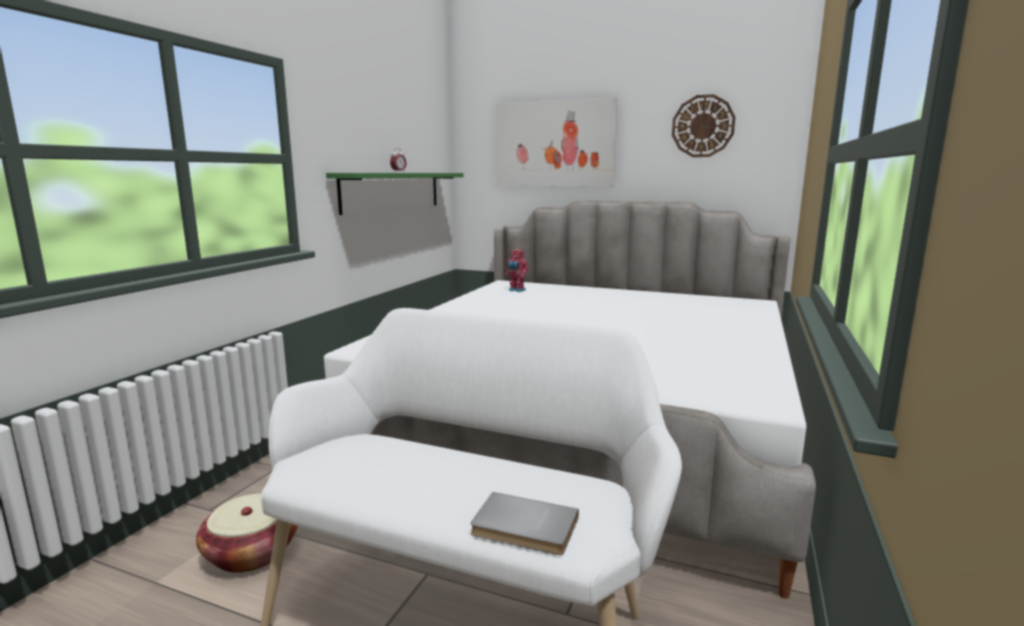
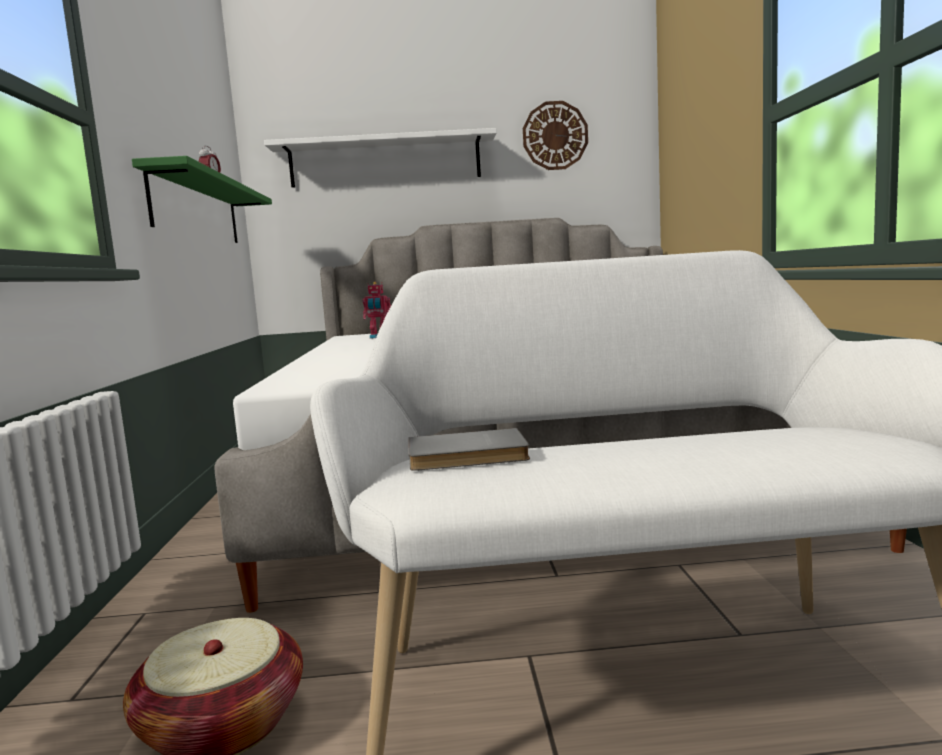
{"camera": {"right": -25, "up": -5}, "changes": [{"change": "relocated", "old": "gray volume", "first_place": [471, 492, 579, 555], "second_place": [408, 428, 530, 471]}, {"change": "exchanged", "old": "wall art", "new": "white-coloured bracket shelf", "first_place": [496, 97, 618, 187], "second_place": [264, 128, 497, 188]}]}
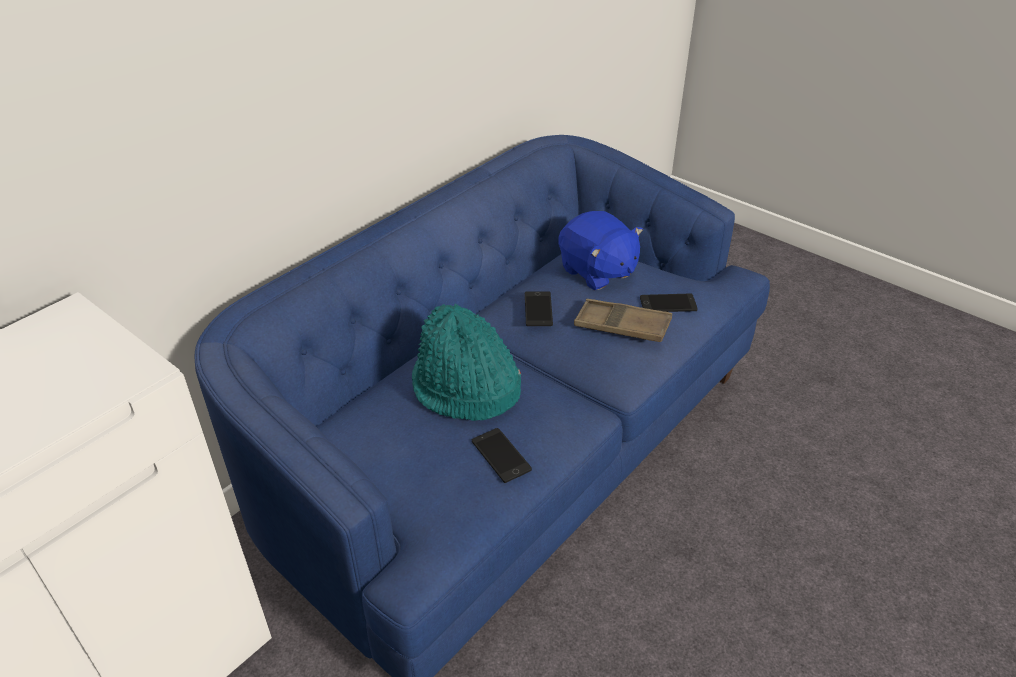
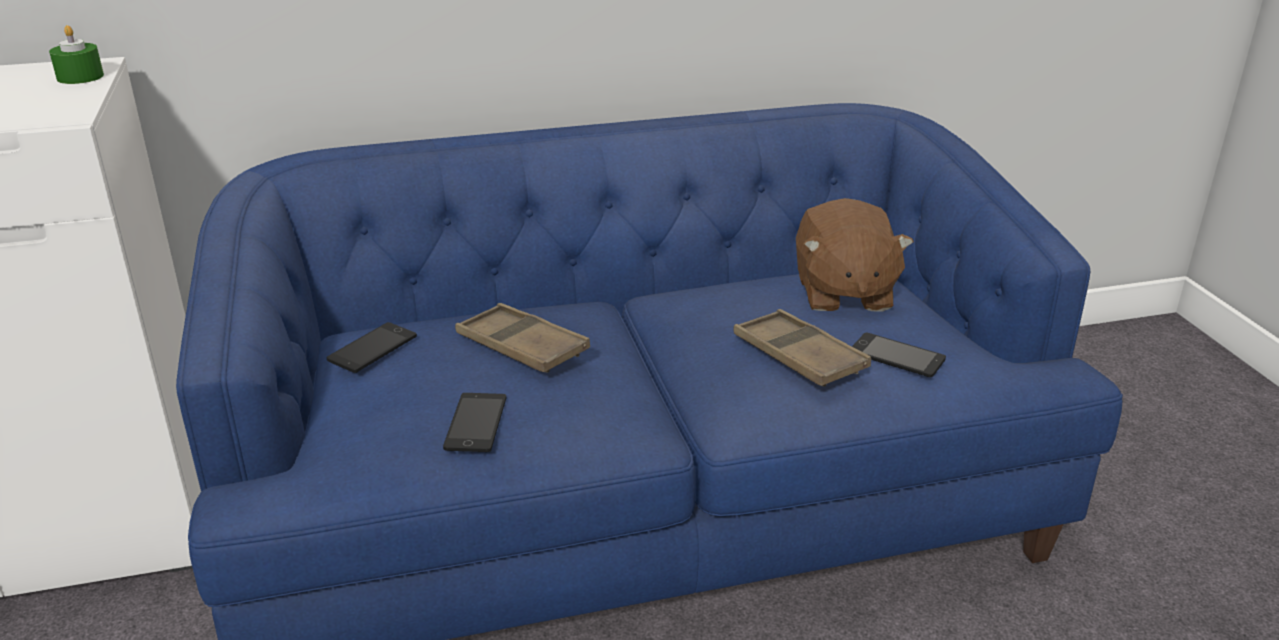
{"camera": {"right": 35, "up": -10}, "changes": [{"change": "appeared", "new": "green wax light", "second_place": [49, 25, 104, 84]}, {"change": "relocated", "old": "handset", "first_place": [525, 291, 553, 326], "second_place": [327, 322, 417, 373]}, {"change": "exchanged", "old": "turquoise hat", "new": "brown tray", "first_place": [412, 304, 521, 421], "second_place": [455, 303, 590, 373]}, {"change": "colour", "old": "blue-coloured plush toy", "new": "brown plush toy", "first_place": [559, 211, 643, 290], "second_place": [796, 198, 914, 312]}]}
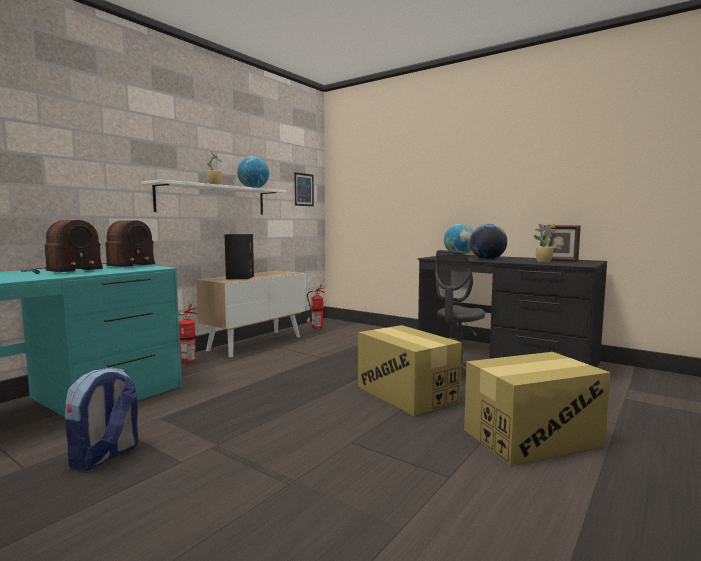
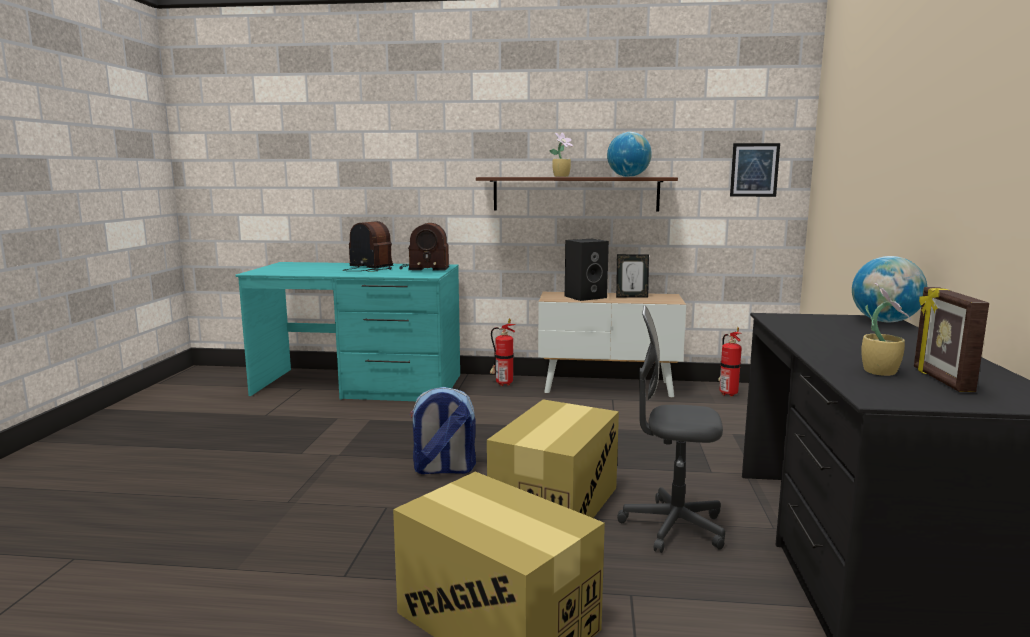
{"camera": {"right": 60, "up": 5}, "changes": [{"change": "missing", "old": "globe", "first_place": [470, 224, 507, 260]}, {"change": "appeared", "new": "picture frame", "second_place": [616, 254, 649, 298]}, {"change": "relocated", "old": "rucksack", "first_place": [65, 368, 138, 470], "second_place": [410, 387, 476, 474]}, {"change": "colour", "old": "white-coloured bracket shelf", "new": "brown bracket shelf", "first_place": [142, 179, 286, 215], "second_place": [476, 177, 678, 212]}, {"change": "spun", "old": "radio set", "first_place": [21, 220, 103, 274], "second_place": [343, 221, 394, 272], "degrees": -150}]}
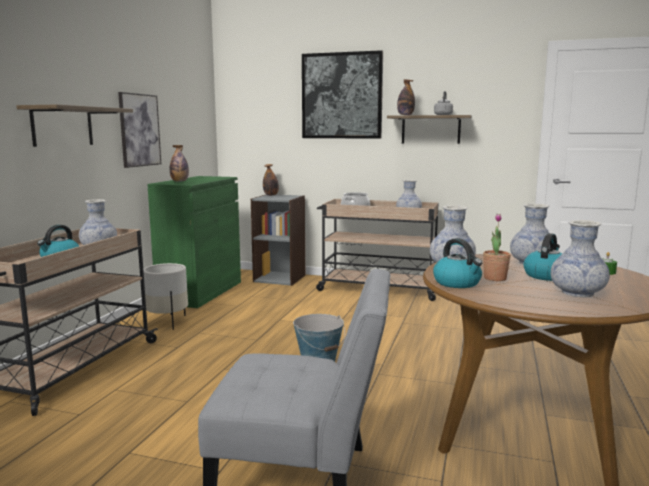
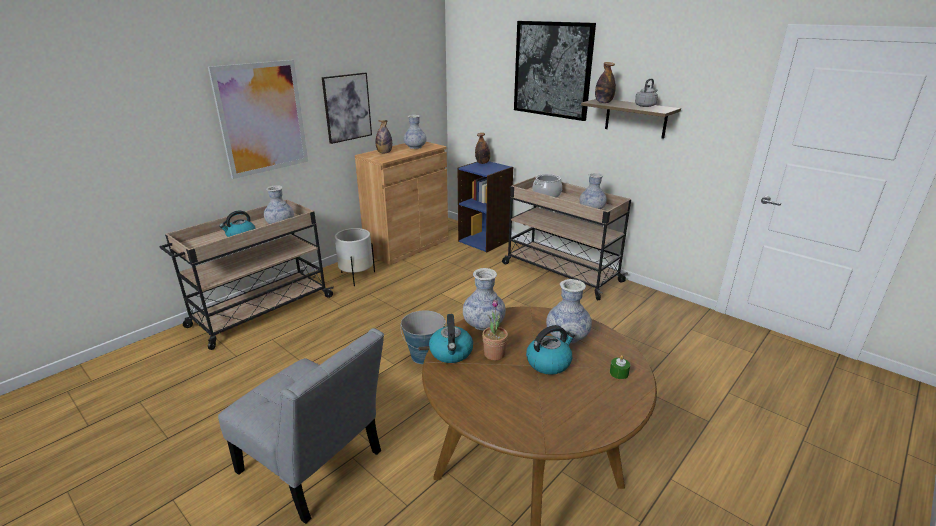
{"camera": {"right": 25, "up": 15}, "changes": [{"change": "relocated", "old": "decorative vase", "first_place": [551, 220, 610, 297], "second_place": [404, 115, 427, 149]}, {"change": "exchanged", "old": "bracket shelf", "new": "wall art", "first_place": [17, 105, 133, 147], "second_place": [208, 60, 308, 179]}, {"change": "colour", "old": "green cupboard", "new": "brown cupboard", "first_place": [147, 176, 241, 308], "second_place": [355, 142, 448, 265]}, {"change": "colour", "old": "gray bookshelf", "new": "blue-coloured bookshelf", "first_place": [251, 195, 305, 286], "second_place": [458, 161, 513, 252]}]}
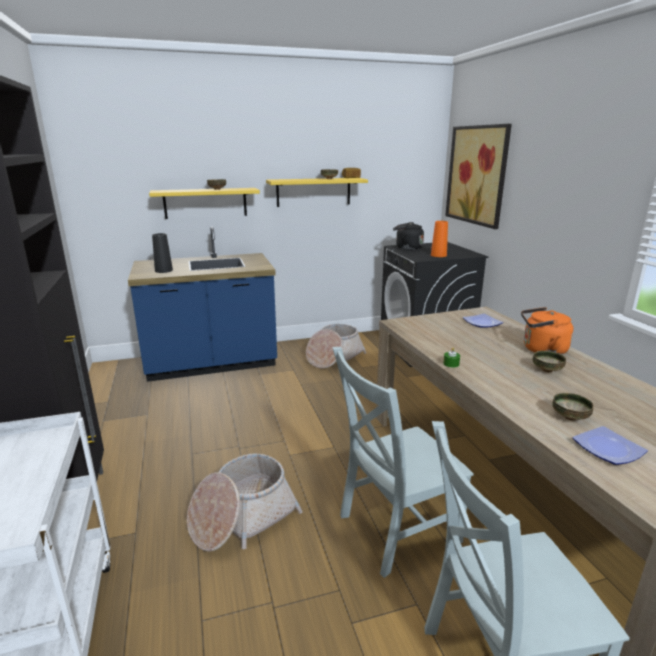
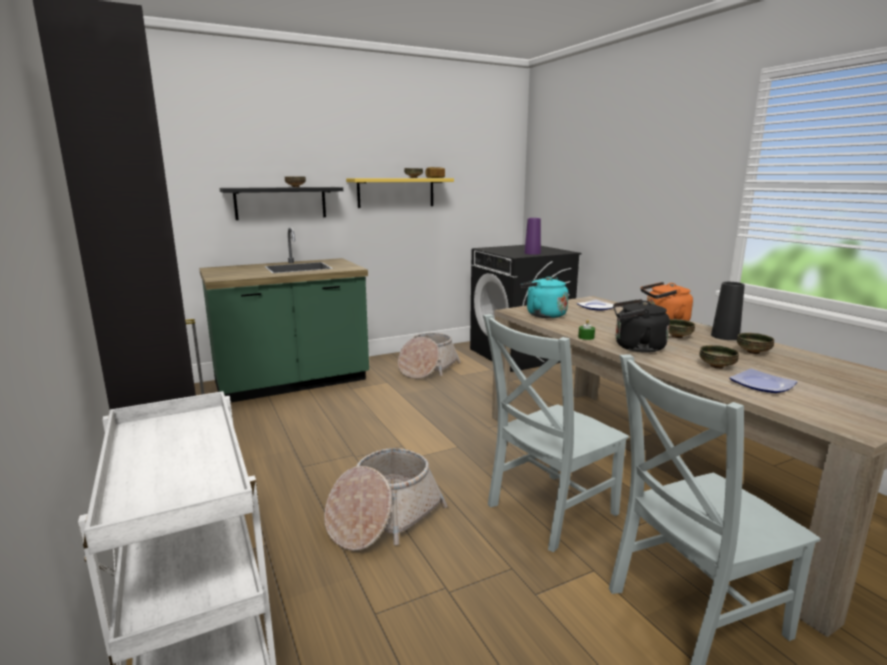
{"camera": {"right": -10, "up": -5}, "changes": [{"change": "missing", "old": "wall art", "first_place": [445, 124, 512, 229]}, {"change": "appeared", "new": "turquoise kettle", "second_place": [520, 277, 568, 318]}, {"change": "appeared", "new": "deep dish", "second_place": [737, 333, 774, 354]}, {"change": "relocated", "old": "black-coloured decorative vase", "first_place": [152, 233, 173, 273], "second_place": [711, 282, 745, 340]}, {"change": "relocated", "old": "black-coloured kettle", "first_place": [393, 222, 424, 250], "second_place": [613, 299, 670, 353]}, {"change": "colour", "old": "blue-coloured kitchen base unit", "new": "green kitchen base unit", "first_place": [128, 226, 277, 382], "second_place": [199, 227, 369, 403]}, {"change": "colour", "old": "yellow-coloured bracket shelf", "new": "black-coloured bracket shelf", "first_place": [149, 188, 260, 219], "second_place": [220, 187, 343, 220]}, {"change": "colour", "old": "orange decorative vase", "new": "purple-coloured decorative vase", "first_place": [431, 221, 448, 257], "second_place": [524, 218, 541, 255]}]}
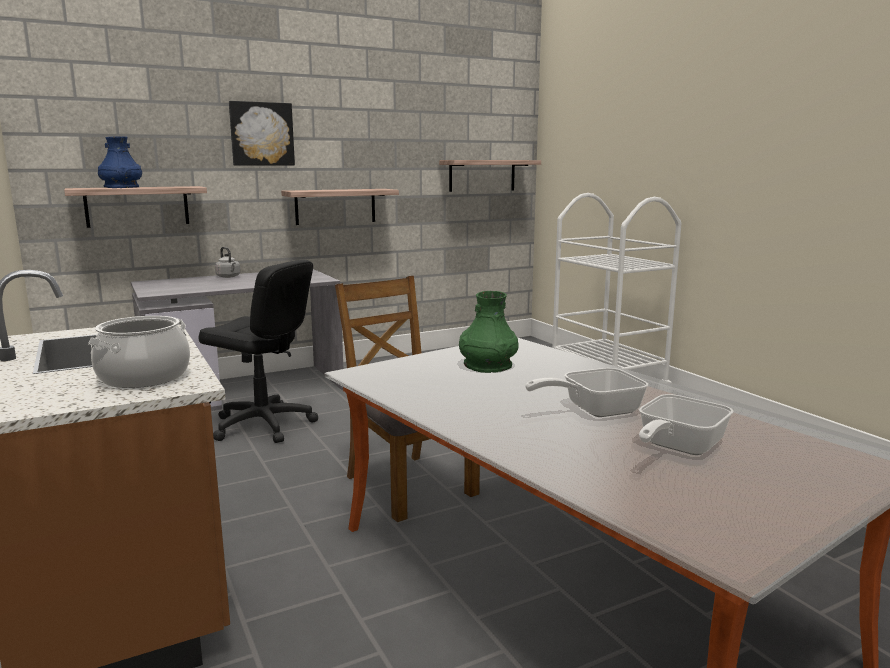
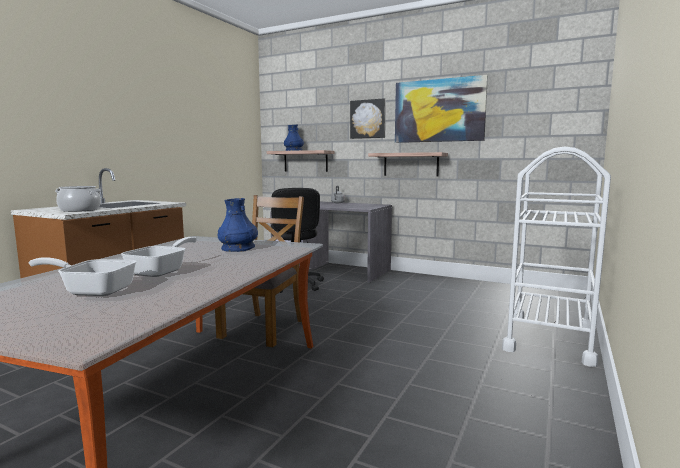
{"camera": {"right": 55, "up": -5}, "changes": [{"change": "missing", "old": "bracket shelf", "first_place": [439, 160, 541, 192]}, {"change": "appeared", "new": "wall art", "second_place": [395, 75, 488, 143]}, {"change": "colour", "old": "green decorative vase", "new": "blue-coloured decorative vase", "first_place": [459, 291, 519, 373], "second_place": [218, 198, 258, 252]}, {"change": "spun", "old": "frying pan", "first_place": [525, 368, 648, 417], "second_place": [121, 237, 197, 277], "degrees": 75}]}
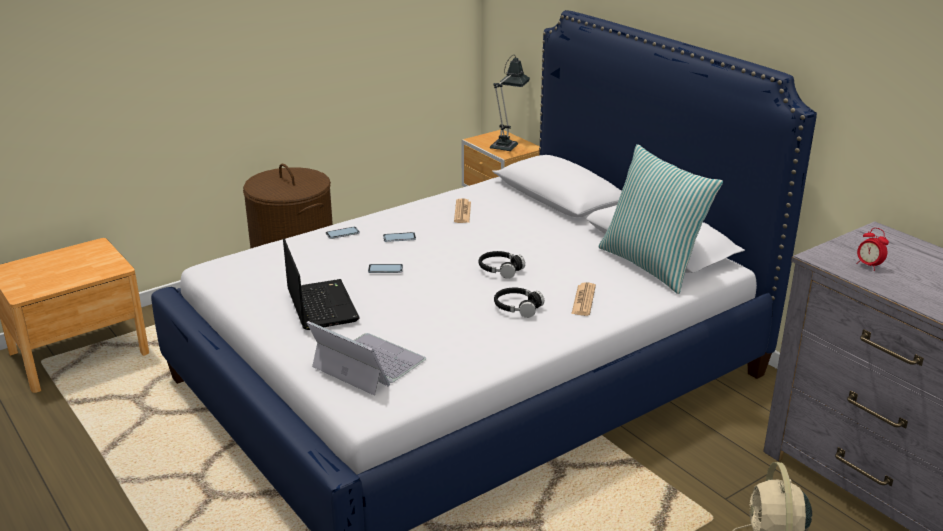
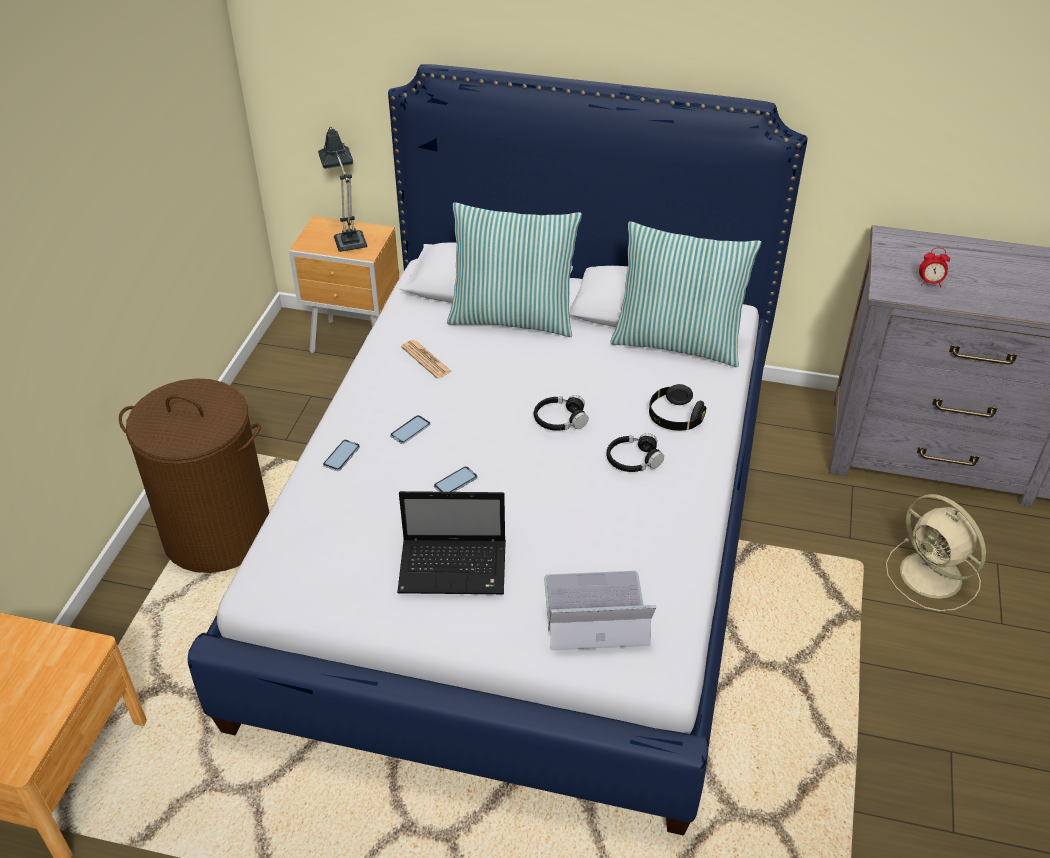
{"camera": {"right": -40, "up": 15}, "changes": [{"change": "appeared", "new": "throw pillow", "second_place": [447, 202, 582, 337]}, {"change": "exchanged", "old": "newspaper", "new": "black-coloured pair of headphones", "first_place": [571, 282, 596, 316], "second_place": [649, 384, 706, 431]}, {"change": "spun", "old": "laptop", "first_place": [283, 239, 360, 330], "second_place": [397, 491, 506, 594], "degrees": 150}]}
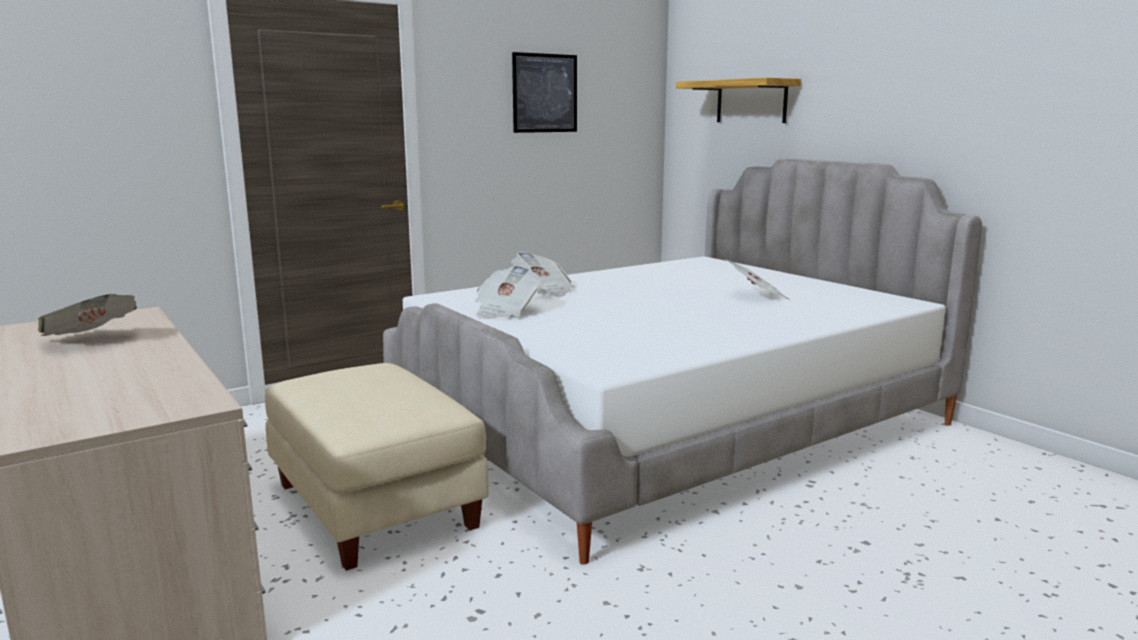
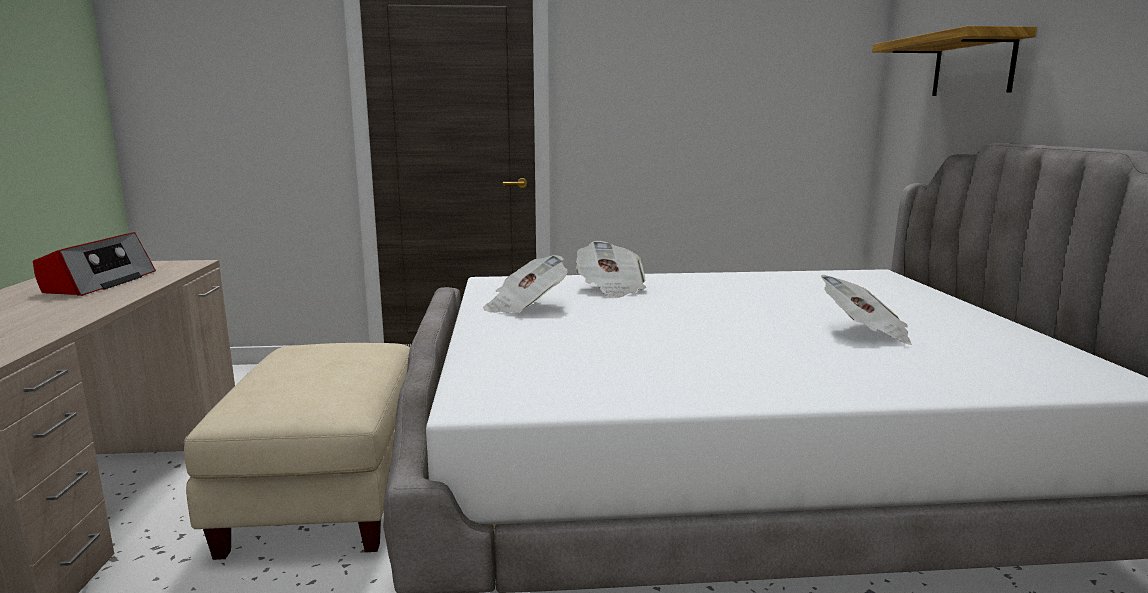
{"camera": {"right": 30, "up": 0}, "changes": [{"change": "missing", "old": "wall art", "first_place": [512, 52, 577, 133]}, {"change": "exchanged", "old": "newspaper", "new": "radio set", "first_place": [38, 294, 137, 336], "second_place": [33, 232, 156, 296]}]}
